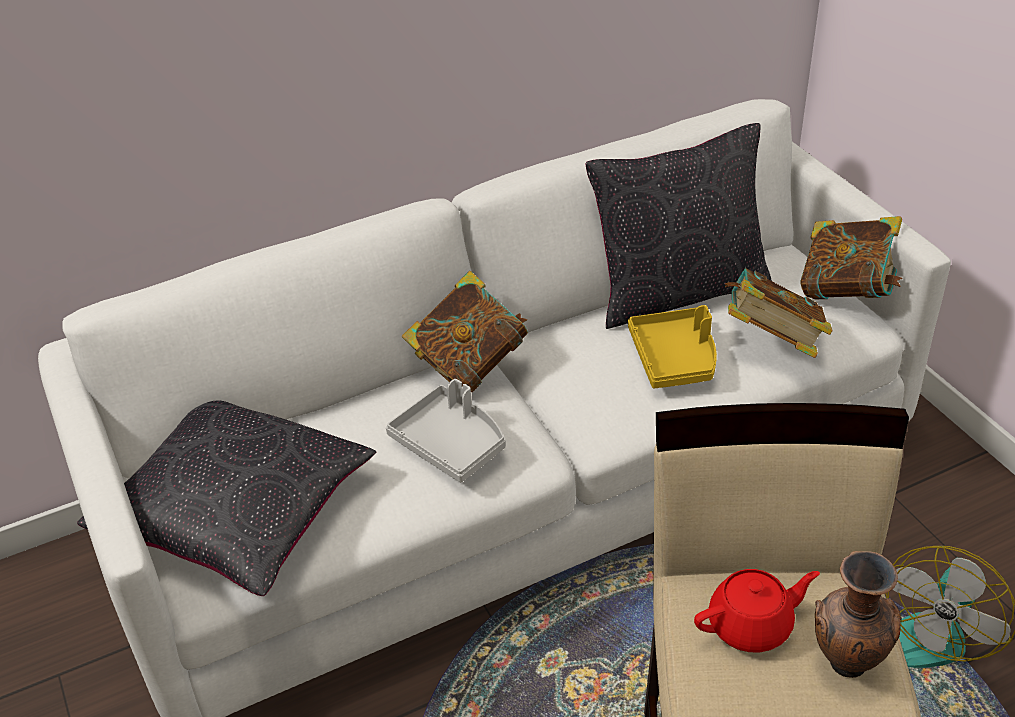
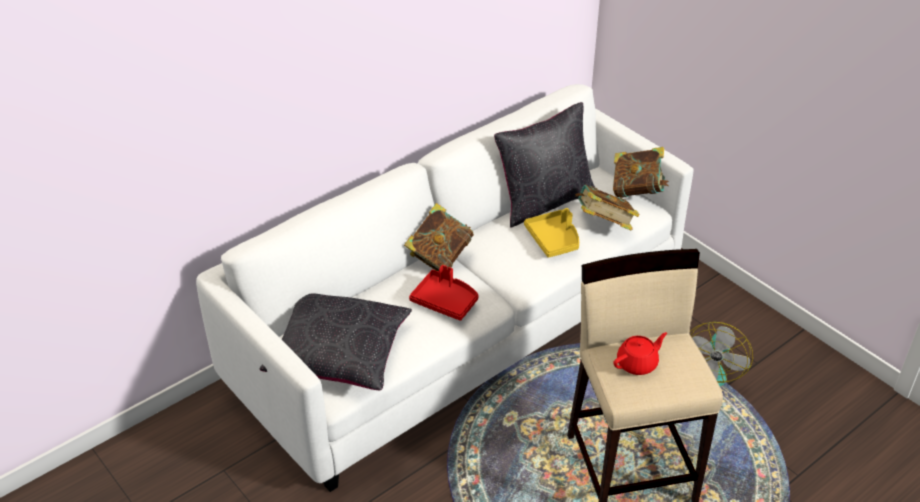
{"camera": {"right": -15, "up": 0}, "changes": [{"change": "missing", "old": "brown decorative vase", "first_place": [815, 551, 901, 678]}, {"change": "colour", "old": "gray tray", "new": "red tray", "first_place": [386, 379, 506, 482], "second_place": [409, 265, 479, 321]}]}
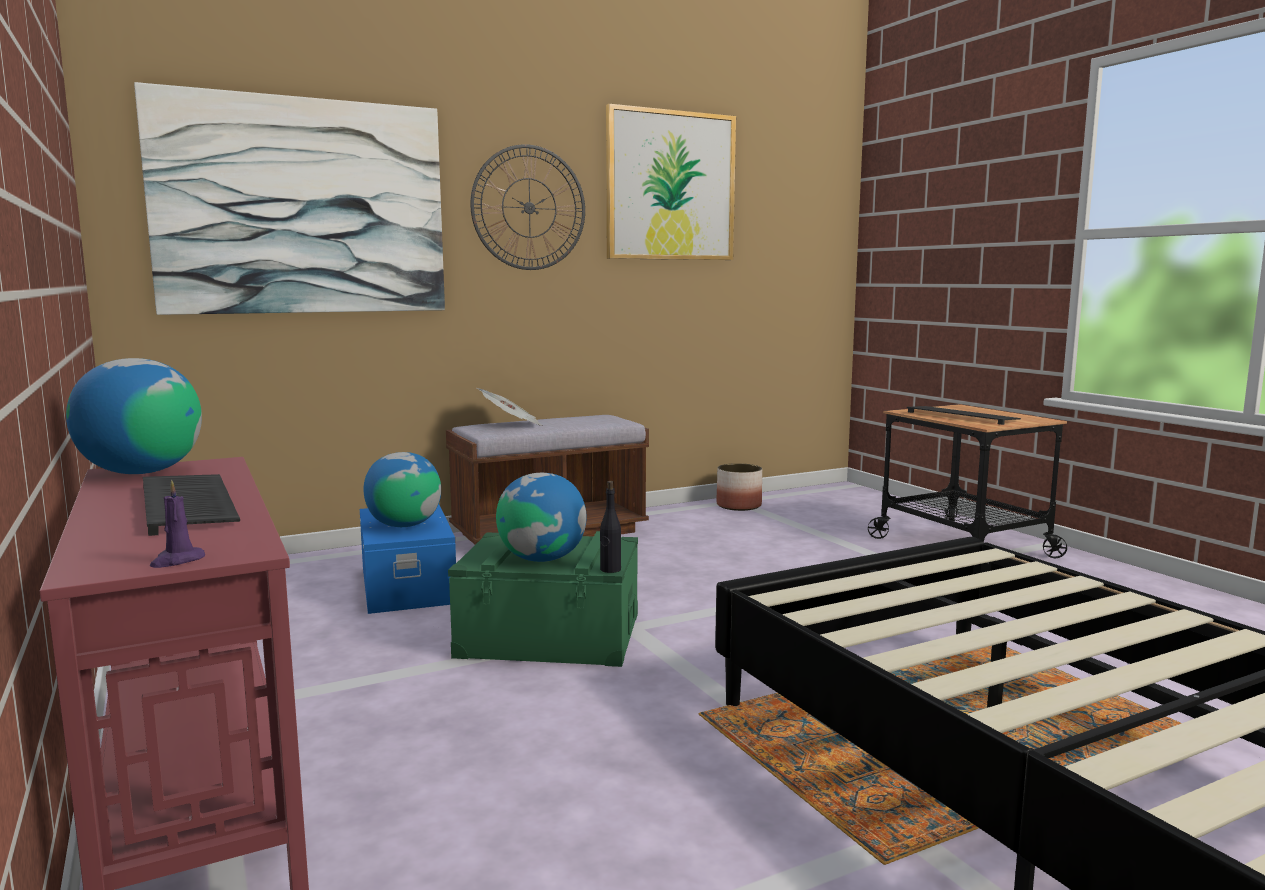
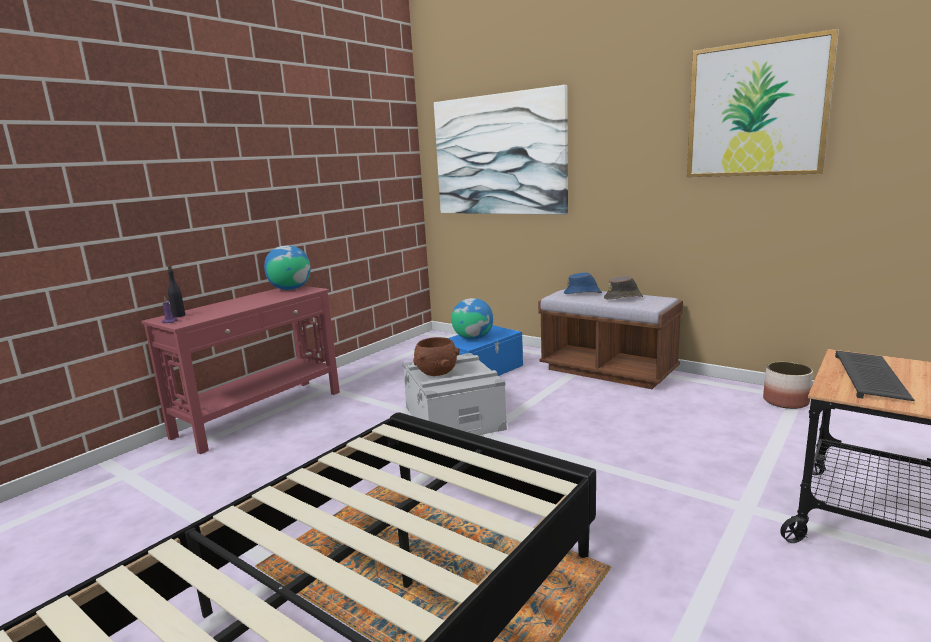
{"camera": {"right": 65, "up": 5}, "changes": [{"change": "missing", "old": "computer keyboard", "first_place": [143, 474, 240, 536]}, {"change": "missing", "old": "wall clock", "first_place": [470, 144, 585, 270]}, {"change": "appeared", "new": "brown hat", "second_place": [604, 276, 643, 299]}, {"change": "relocated", "old": "black-coloured bottle", "first_place": [600, 481, 621, 573], "second_place": [167, 265, 185, 317]}, {"change": "exchanged", "old": "newspaper", "new": "blue-coloured hat", "first_place": [477, 388, 543, 426], "second_place": [564, 273, 602, 294]}, {"change": "exchanged", "old": "globe", "new": "brown deep dish", "first_place": [496, 473, 587, 562], "second_place": [413, 337, 460, 376]}, {"change": "colour", "old": "green storage box", "new": "gray storage box", "first_place": [448, 531, 638, 667], "second_place": [403, 353, 507, 435]}]}
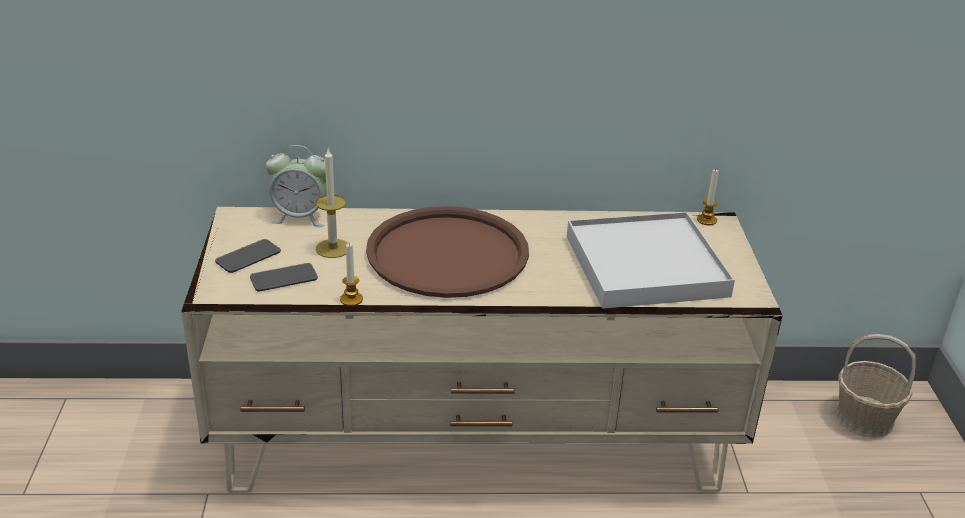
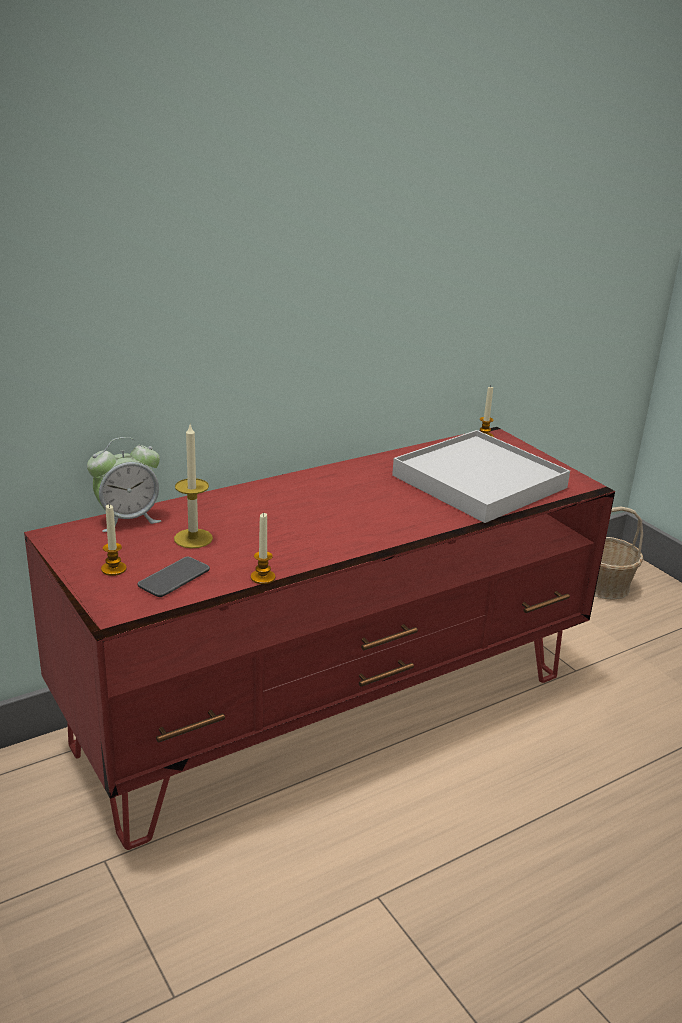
{"camera": {"right": -30, "up": -5}, "changes": [{"change": "missing", "old": "brown tray", "first_place": [366, 206, 529, 298]}, {"change": "exchanged", "old": "handset", "new": "wax light", "first_place": [215, 239, 281, 273], "second_place": [101, 504, 127, 576]}, {"change": "colour", "old": "beige-coloured tv unit", "new": "red tv unit", "first_place": [181, 207, 783, 493], "second_place": [24, 427, 615, 850]}]}
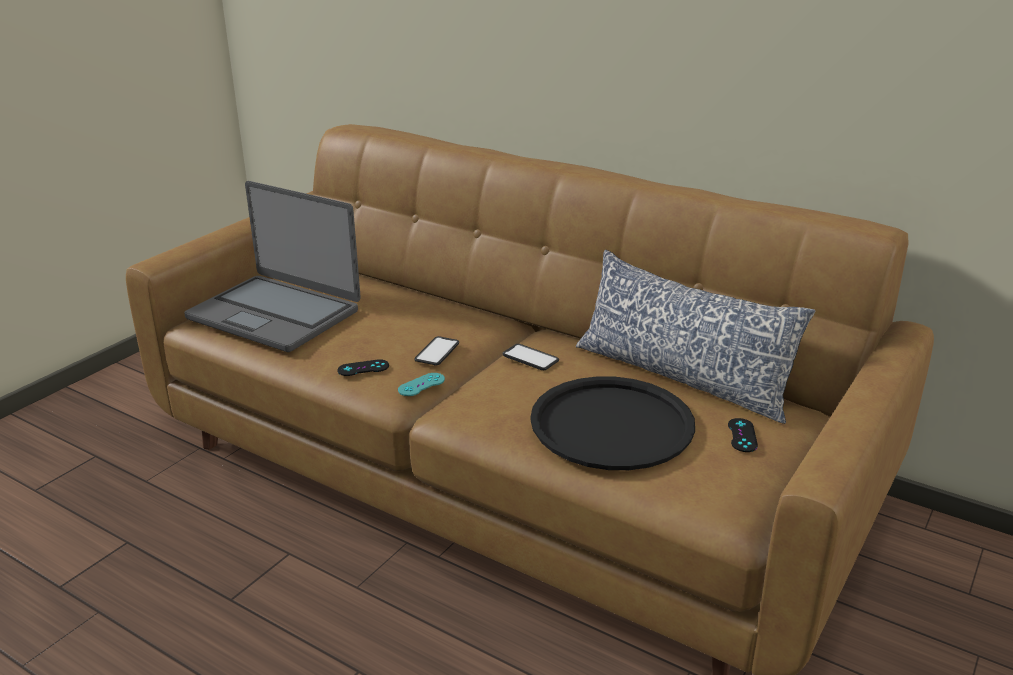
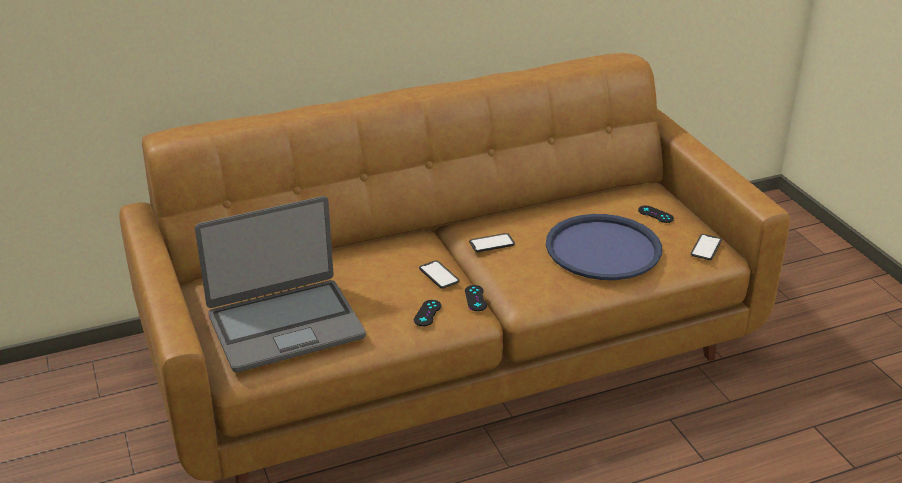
{"camera": {"right": -55, "up": 5}, "changes": [{"change": "missing", "old": "throw pillow", "first_place": [576, 250, 816, 424]}, {"change": "appeared", "new": "handset", "second_place": [691, 234, 722, 260]}, {"change": "colour", "old": "turquoise joypad", "new": "black-coloured joypad", "first_place": [398, 373, 445, 396], "second_place": [465, 285, 487, 311]}, {"change": "colour", "old": "black-coloured tray", "new": "blue-coloured tray", "first_place": [530, 376, 695, 470], "second_place": [546, 214, 662, 280]}]}
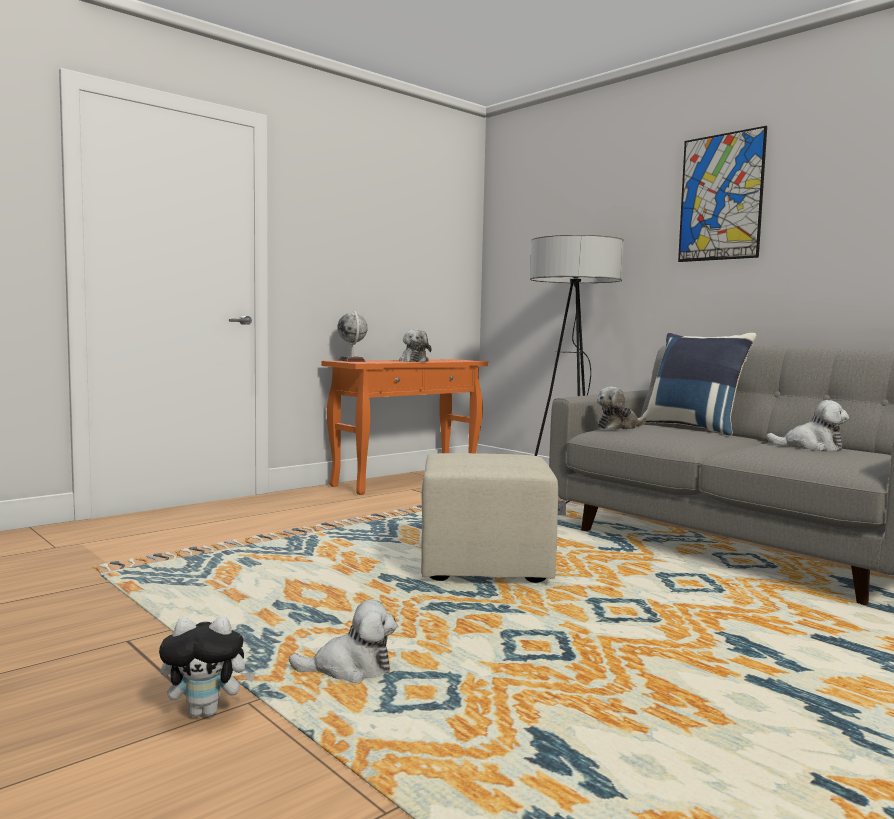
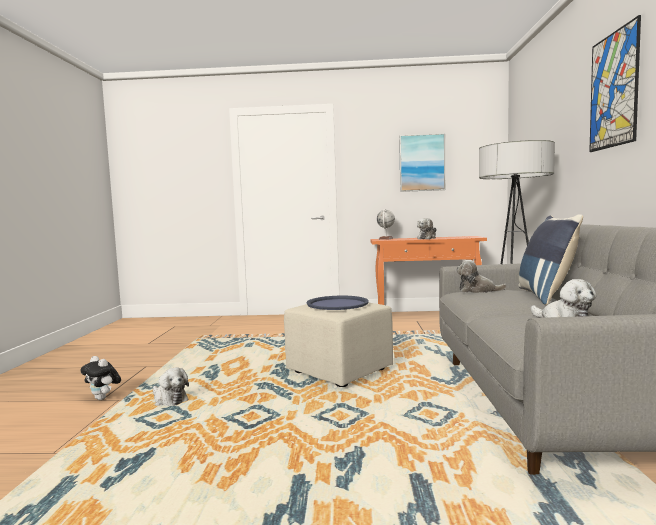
{"camera": {"right": 45, "up": 0}, "changes": [{"change": "appeared", "new": "blue-coloured tray", "second_place": [306, 296, 369, 310]}, {"change": "appeared", "new": "wall art", "second_place": [399, 133, 445, 192]}]}
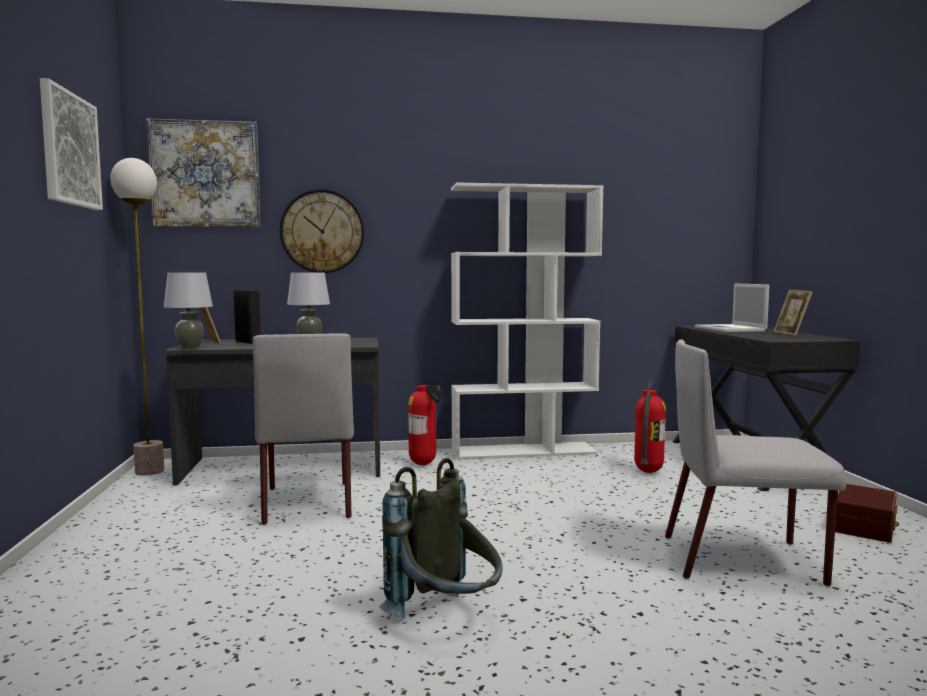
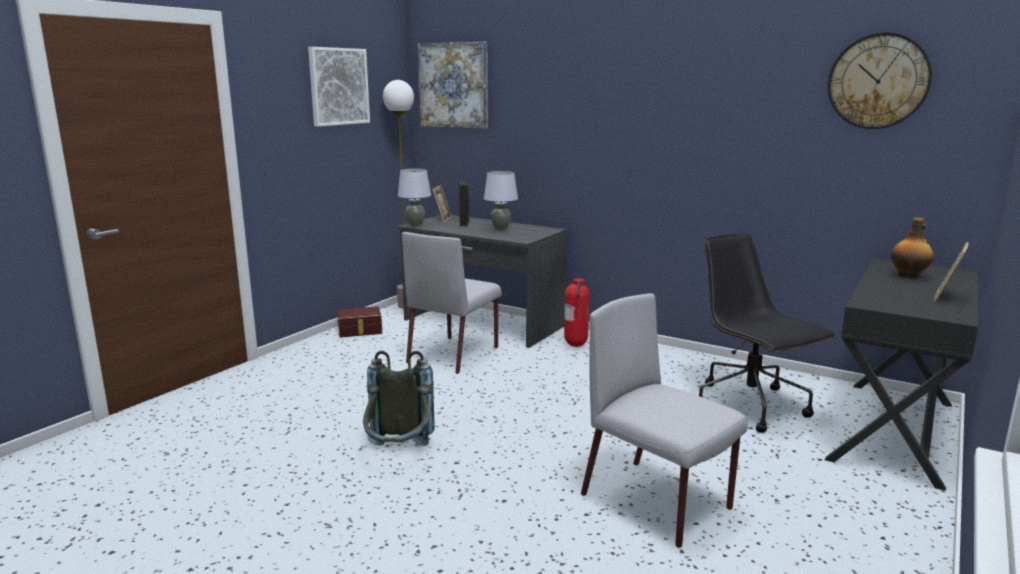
{"camera": {"right": 40, "up": 10}, "changes": [{"change": "missing", "old": "white-coloured bookshelf", "first_place": [451, 182, 604, 460]}, {"change": "relocated", "old": "wall clock", "first_place": [280, 189, 364, 273], "second_place": [828, 32, 932, 129]}, {"change": "relocated", "old": "brown storage box", "first_place": [835, 484, 899, 543], "second_place": [337, 306, 382, 338]}, {"change": "exchanged", "old": "extinguisher", "new": "black-coloured computer chair", "first_place": [634, 381, 666, 473], "second_place": [699, 233, 837, 433]}, {"change": "exchanged", "old": "laptop", "new": "bottle", "first_place": [695, 283, 769, 332], "second_place": [891, 218, 933, 278]}]}
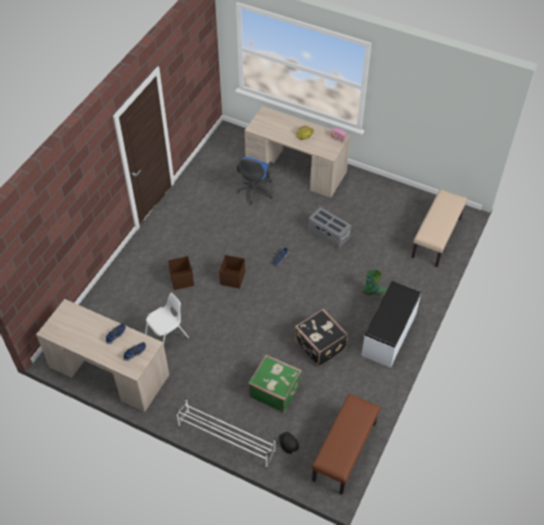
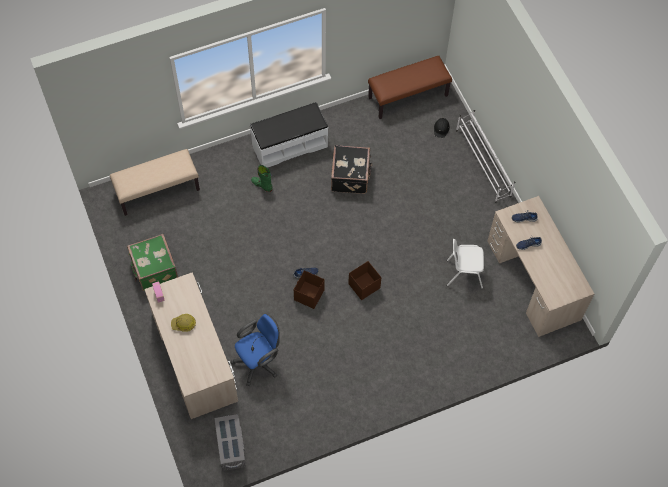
{"camera": {"right": -140, "up": 10}, "changes": [{"change": "relocated", "old": "brown storage box", "first_place": [168, 256, 194, 290], "second_place": [294, 270, 325, 309]}, {"change": "relocated", "old": "green travel case", "first_place": [248, 355, 302, 412], "second_place": [127, 234, 178, 291]}, {"change": "relocated", "old": "gray storage box", "first_place": [308, 207, 351, 249], "second_place": [214, 414, 246, 471]}]}
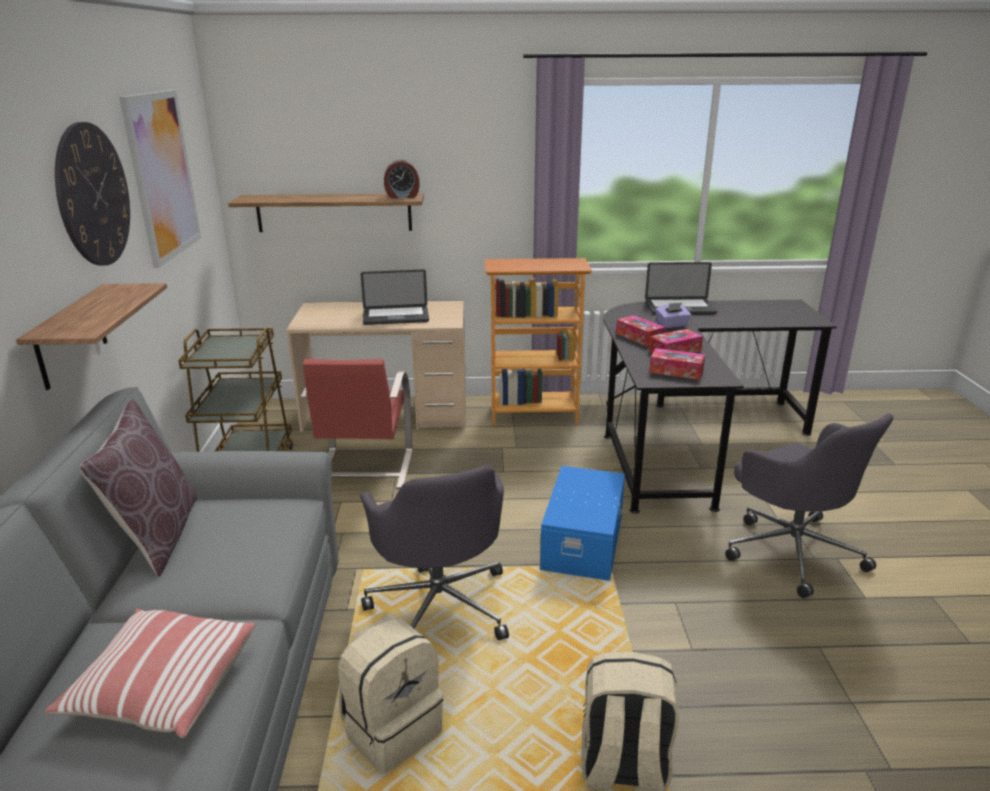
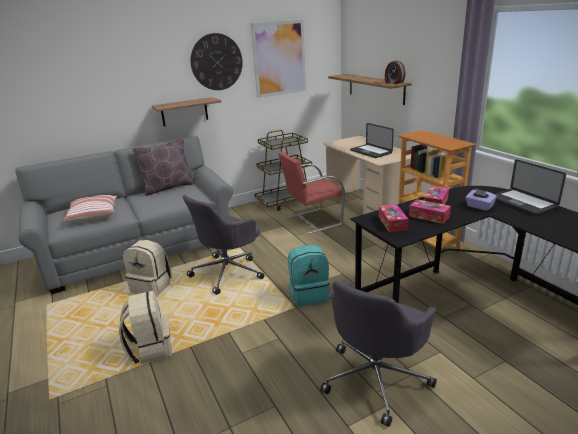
{"camera": {"right": 65, "up": 0}, "changes": [{"change": "exchanged", "old": "blue-coloured storage box", "new": "turquoise rucksack", "first_place": [540, 466, 625, 581], "second_place": [288, 245, 330, 307]}]}
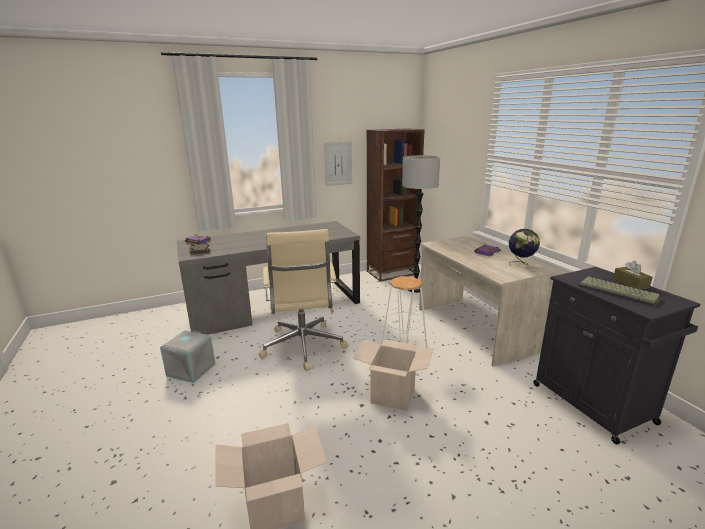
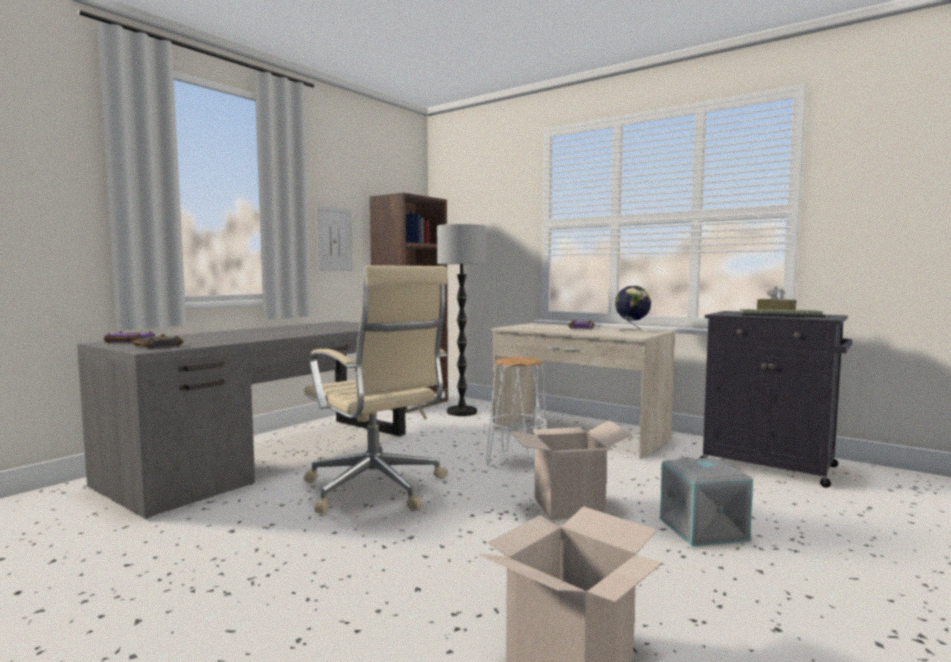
{"camera": {"right": -30, "up": -15}, "changes": [{"change": "relocated", "old": "gray storage box", "first_place": [160, 330, 216, 383], "second_place": [660, 457, 753, 546]}]}
